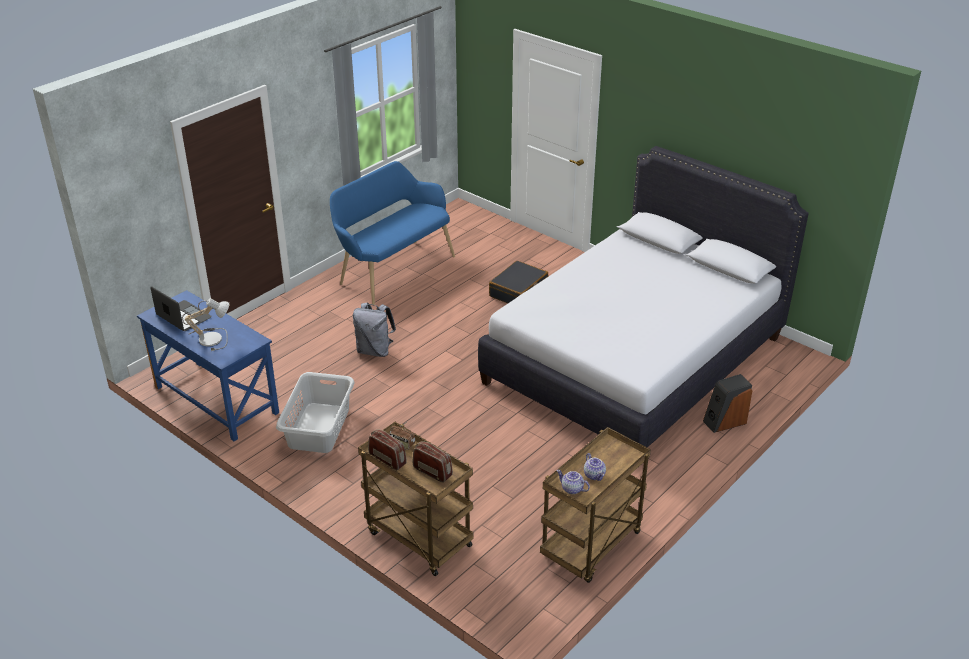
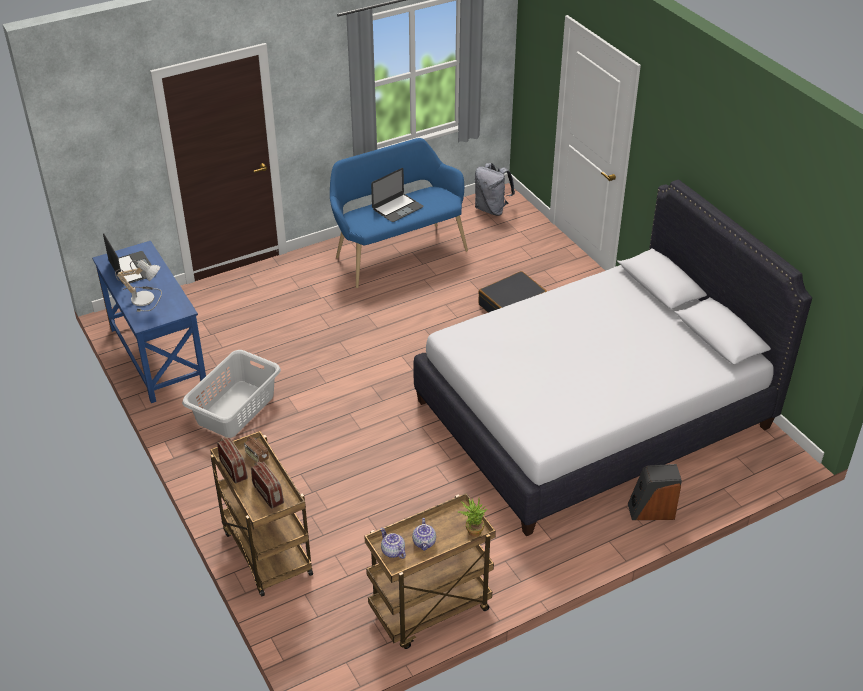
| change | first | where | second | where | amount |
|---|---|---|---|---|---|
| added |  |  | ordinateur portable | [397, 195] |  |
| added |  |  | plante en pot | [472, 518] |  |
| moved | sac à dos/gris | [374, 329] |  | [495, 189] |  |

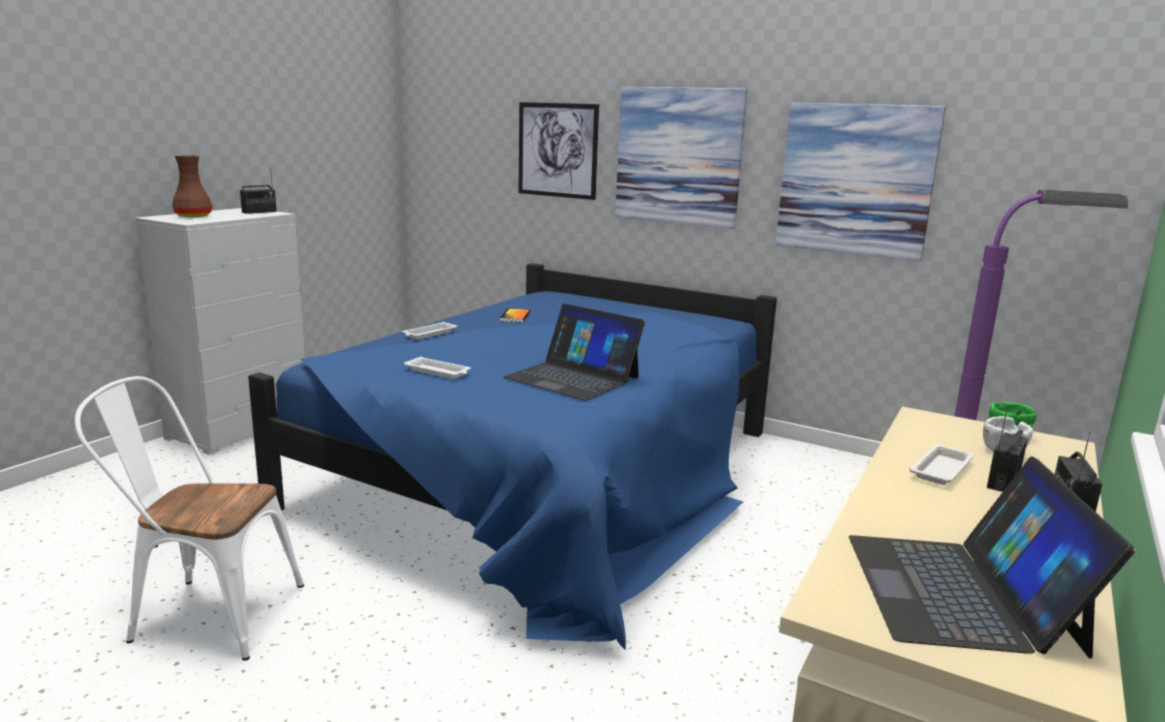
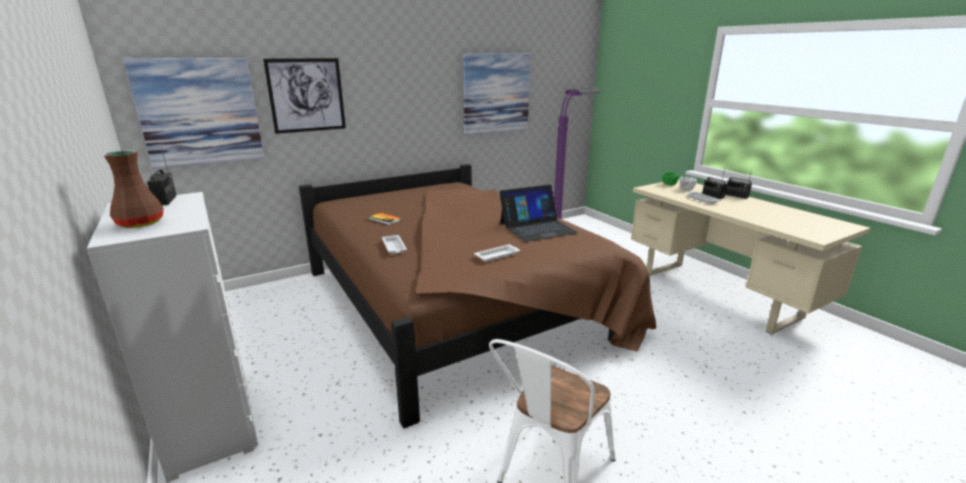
| change | first | where | second | where | amount |
|---|---|---|---|---|---|
| removed | ordinateur portable | [992, 558] |  |  |  |
| moved | tableau | [681, 158] |  | [193, 114] |  |
| recoloured | lit/bleu | [512, 456] | lit/marron | [477, 296] |  |

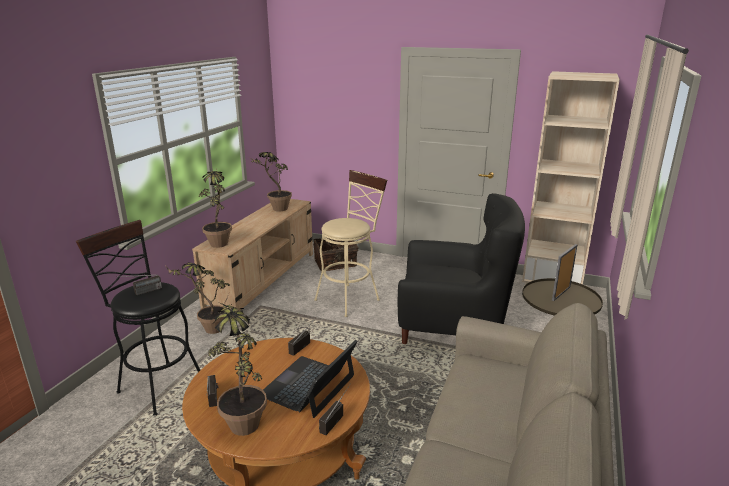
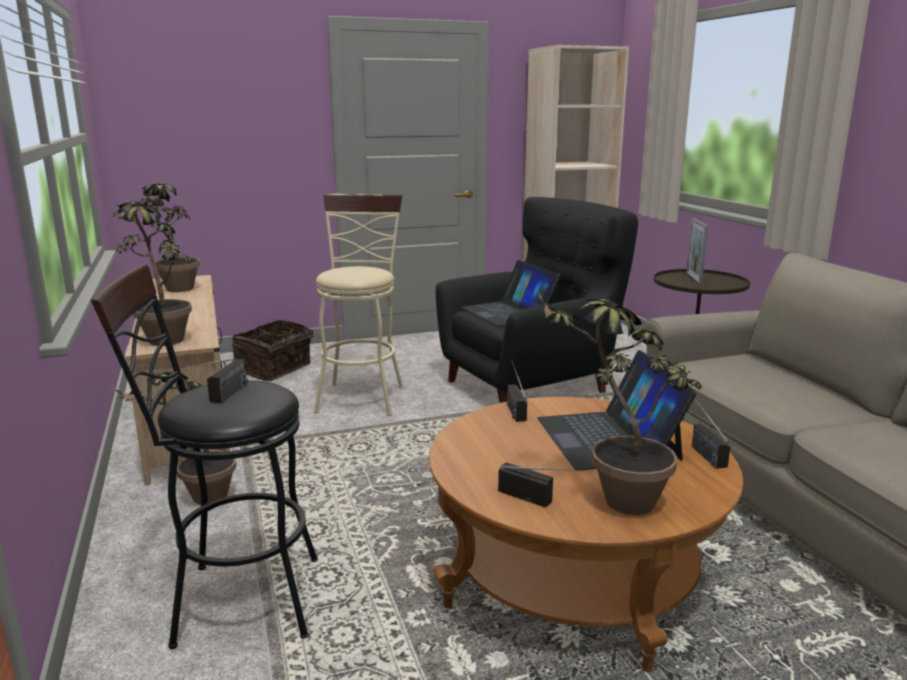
| change | first | where | second | where | amount |
|---|---|---|---|---|---|
| added |  |  | ordinateur portable | [510, 293] |  |

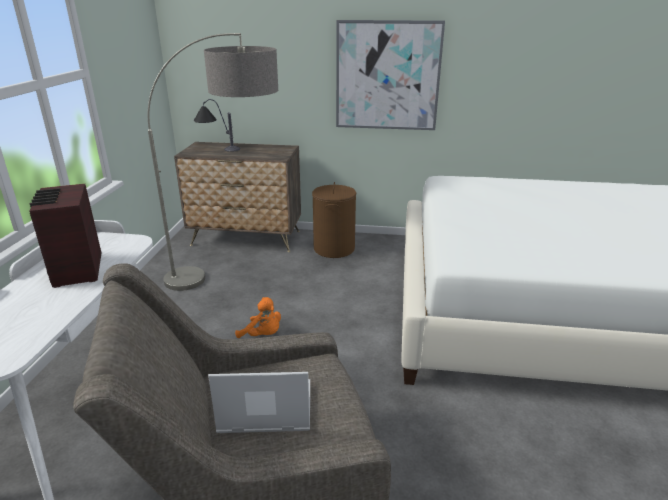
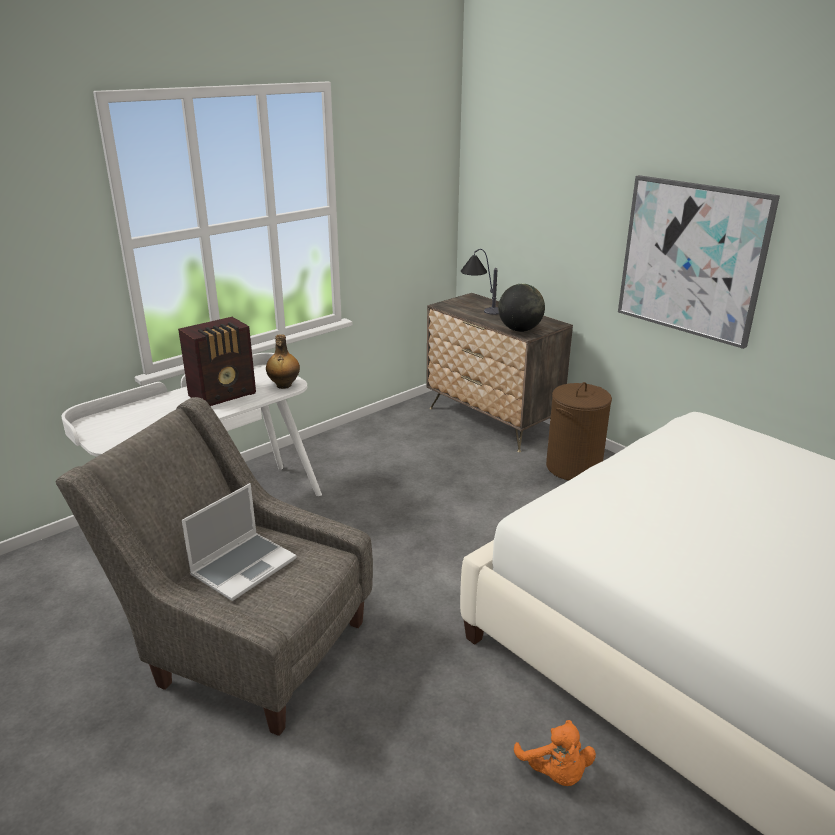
| change | first | where | second | where | amount |
|---|---|---|---|---|---|
| removed | lampadaire | [213, 162] |  |  |  |
| added |  |  | bouteille | [283, 362] |  |
| added |  |  | globe | [521, 307] |  |
| moved | peluche/orange | [258, 317] |  | [555, 753] |  |
| turned | radio | [65, 236] |  | [217, 361] | 150 degrees counterclockwise |
| turned | ordinateur portable | [259, 402] |  | [239, 542] | 90 degrees clockwise |

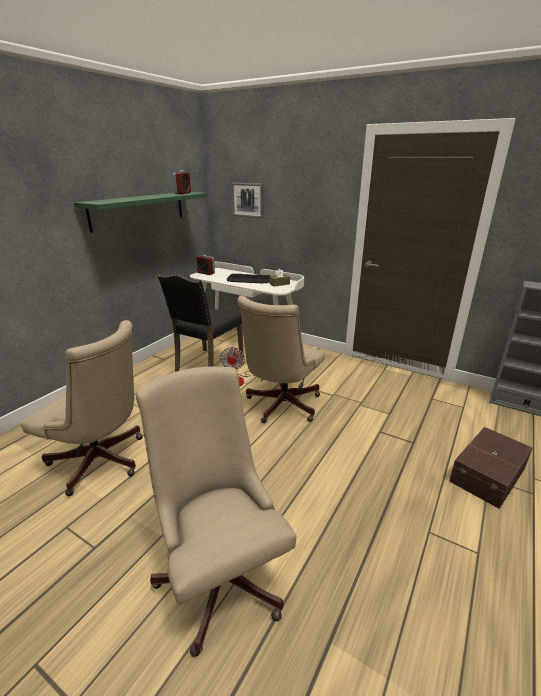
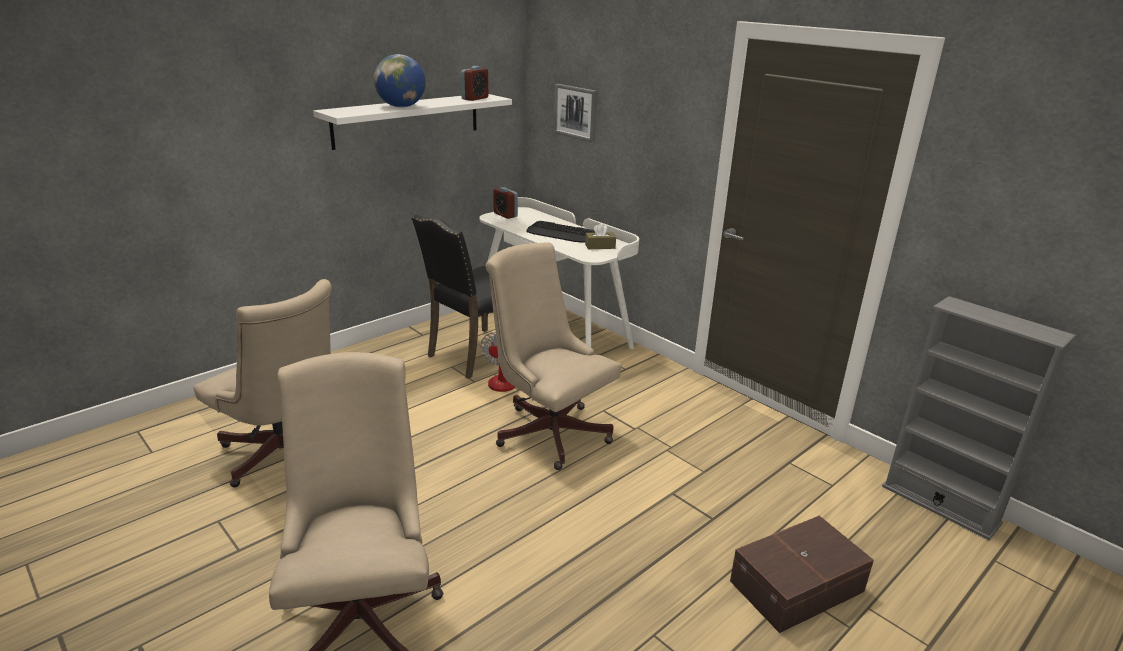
| change | first | where | second | where | amount |
|---|---|---|---|---|---|
| added |  |  | globe | [399, 80] |  |
| recoloured | étagère/vert | [140, 212] | étagère/blanc | [412, 122] |  |
| turned | chaise de bureau/beige | [281, 359] |  | [553, 356] | 90 degrees clockwise |

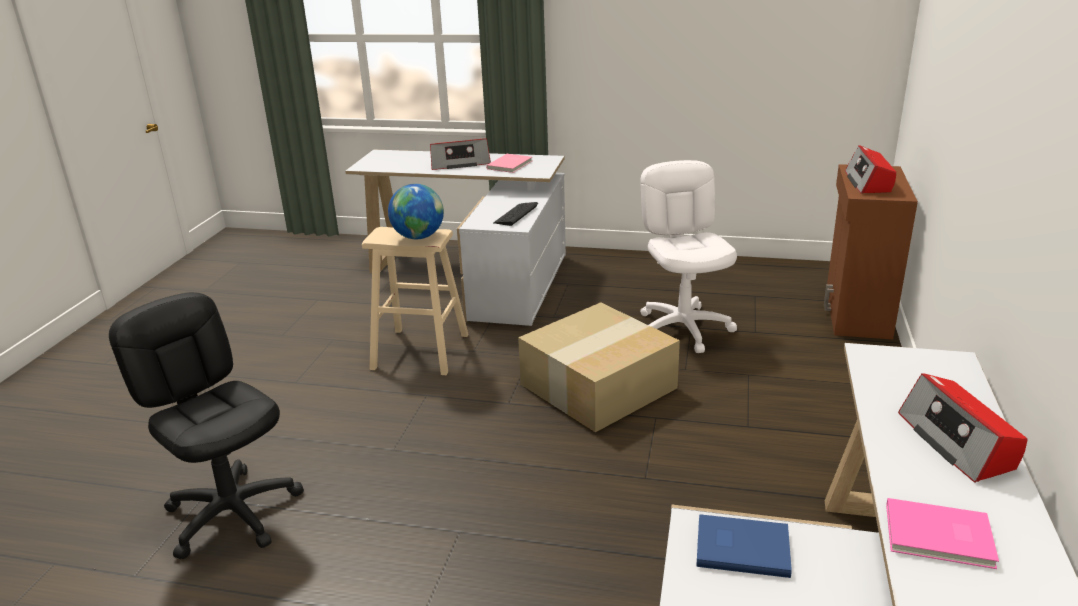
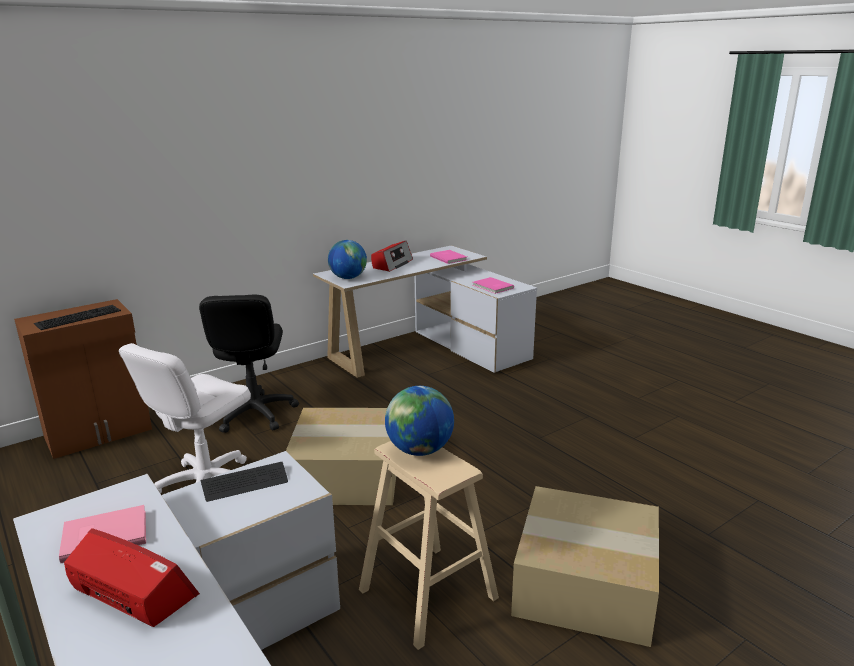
| change | first | where | second | where | amount |
|---|---|---|---|---|---|
| added |  |  | globe | [347, 259] |  |
| added |  |  | carton | [585, 566] |  |
| moved | chaise de bureau/noir | [206, 426] |  | [249, 364] |  |
| replaced | radio | [870, 169] | clavier | [77, 317] |  |
| recoloured | livre/bleu | [744, 546] | livre/rose | [493, 285] |  |

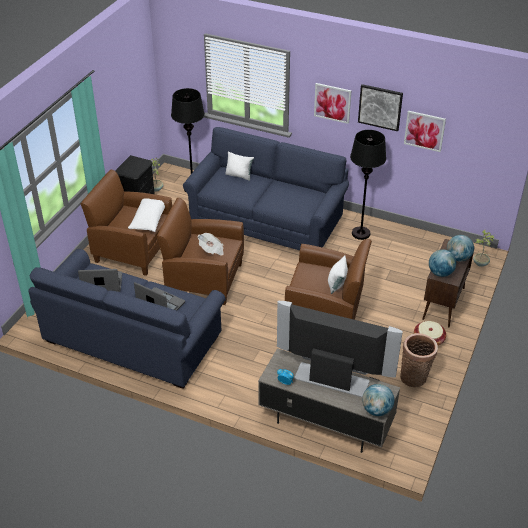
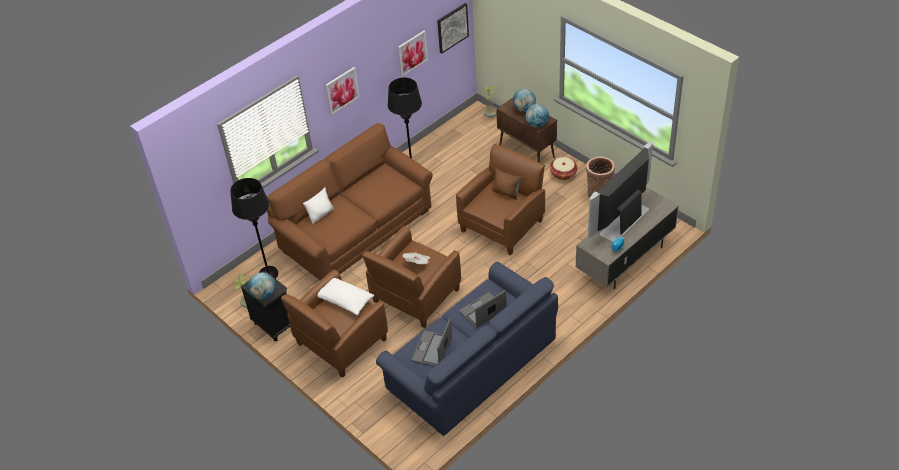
| change | first | where | second | where | amount |
|---|---|---|---|---|---|
| moved | tableau | [380, 107] |  | [453, 28] |  |
| moved | globe | [378, 400] |  | [261, 285] |  |
| recoloured | canapé/bleu | [266, 188] | canapé/marron | [350, 202] |  |
| recoloured | coussin/blanc | [338, 274] | coussin/marron | [507, 184] |  |

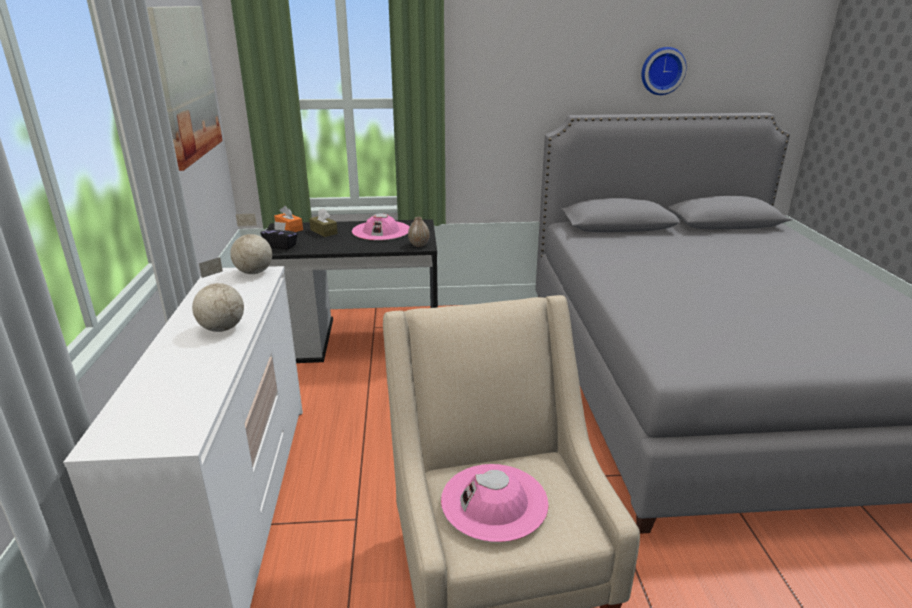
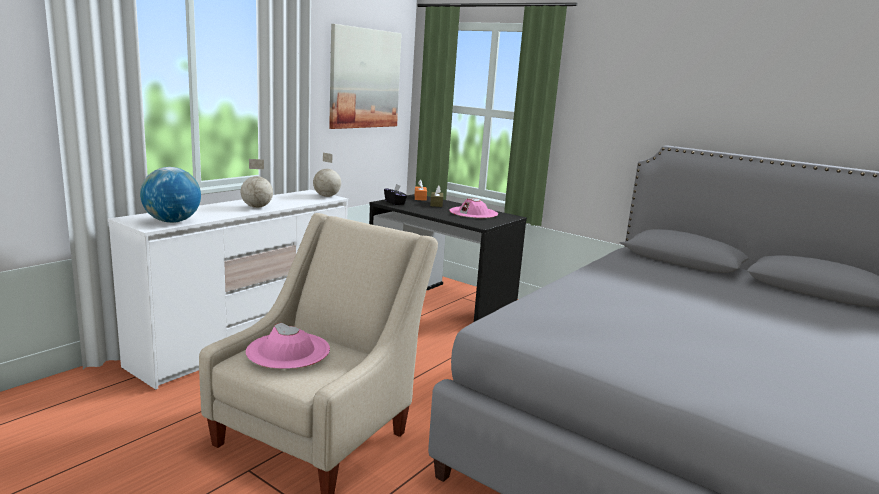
| change | first | where | second | where | amount |
|---|---|---|---|---|---|
| removed | vase | [419, 232] |  |  |  |
| removed | horloge murale | [664, 71] |  |  |  |
| added |  |  | globe | [170, 195] |  |

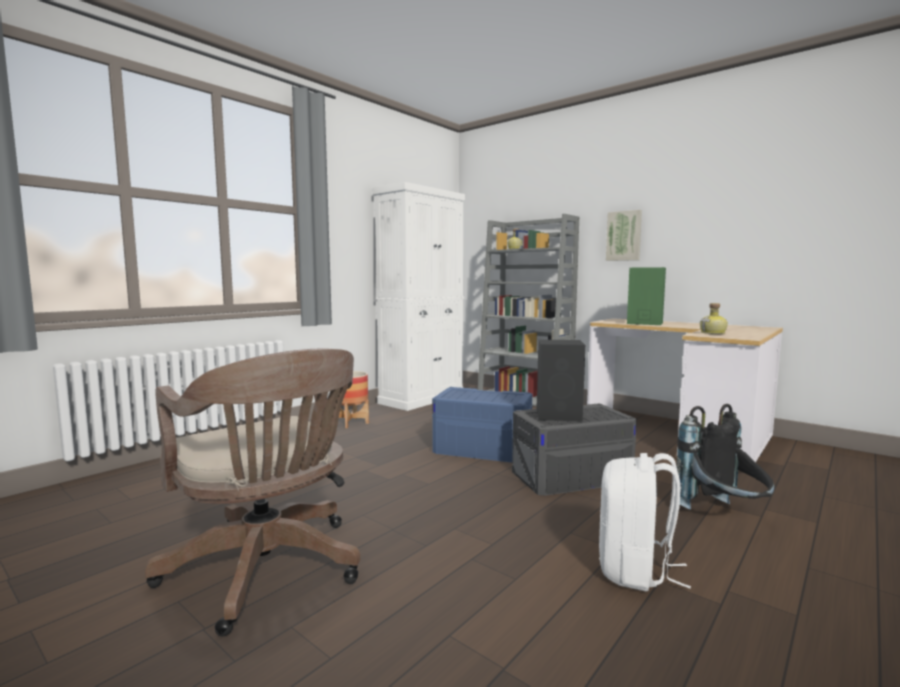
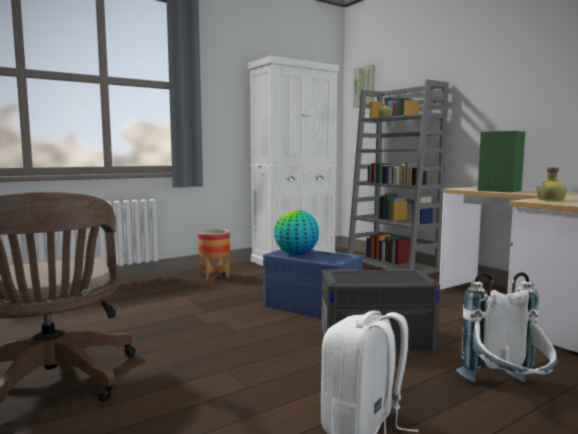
| change | first | where | second | where | amount |
|---|---|---|---|---|---|
| removed | enceinte/noir | [561, 380] |  |  |  |
| added |  |  | globe | [296, 232] |  |
| moved | tableau | [624, 235] |  | [364, 86] |  |
| recoloured | sac à dos/noir | [725, 457] | sac à dos/blanc | [507, 327] |  |

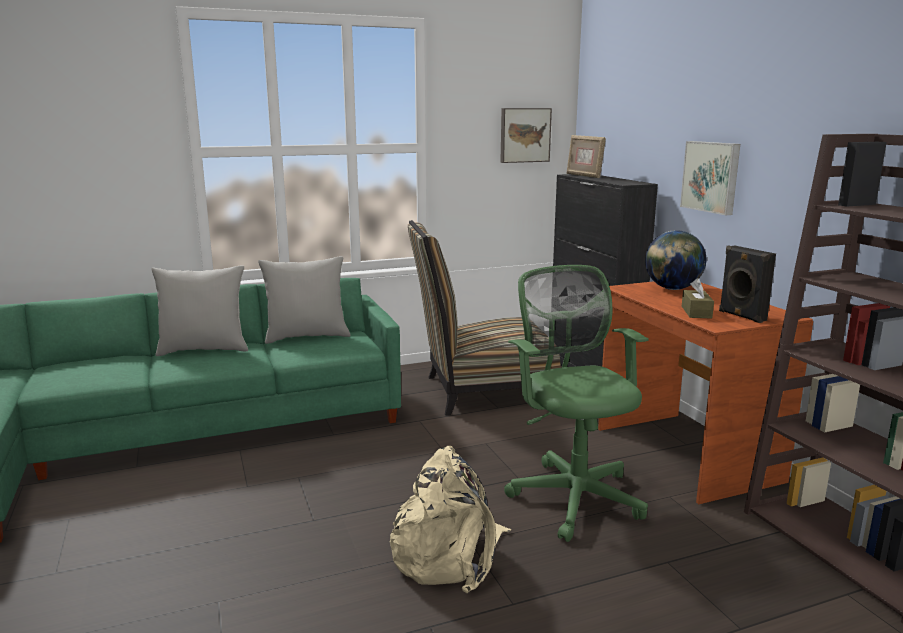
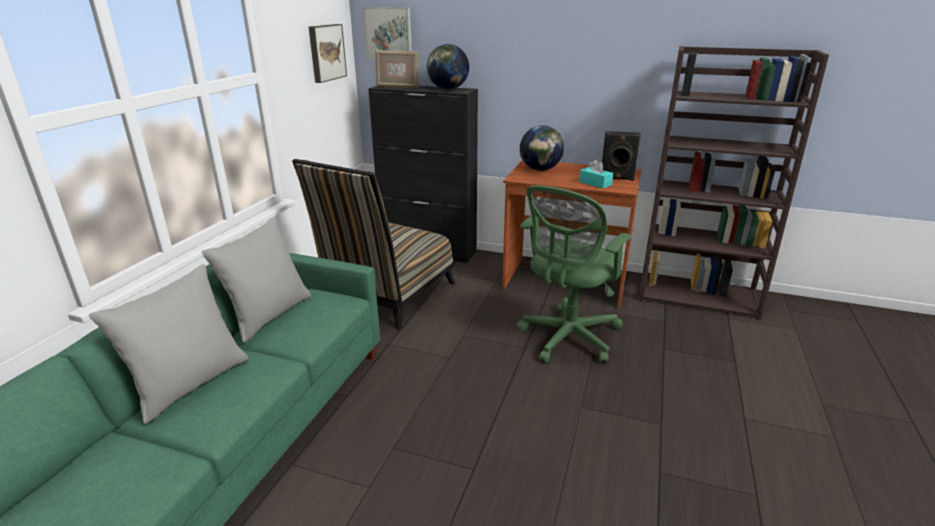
| change | first | where | second | where | amount |
|---|---|---|---|---|---|
| removed | sac à dos/beige | [451, 519] |  |  |  |
| added |  |  | globe | [448, 67] |  |
| moved | tableau | [710, 178] |  | [387, 33] |  |
| recoloured | boîte à mouchoirs/marron | [698, 298] | boîte à mouchoirs/turquoise | [596, 173] |  |
| turned | chaise de bureau/vert | [576, 403] |  | [574, 274] | 75 degrees counterclockwise |

